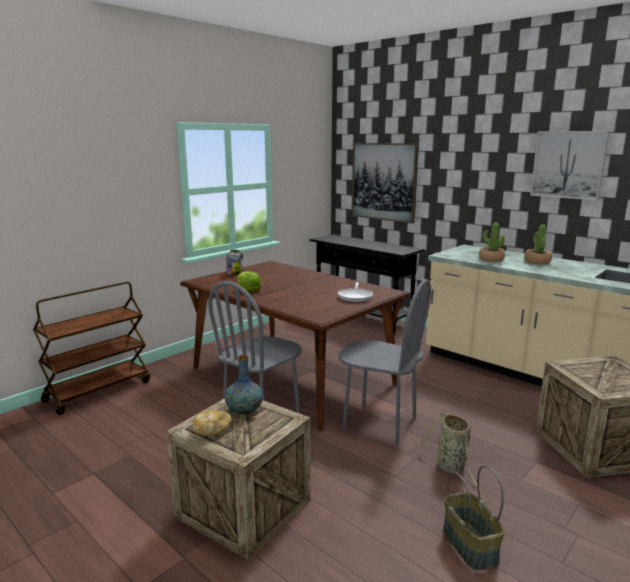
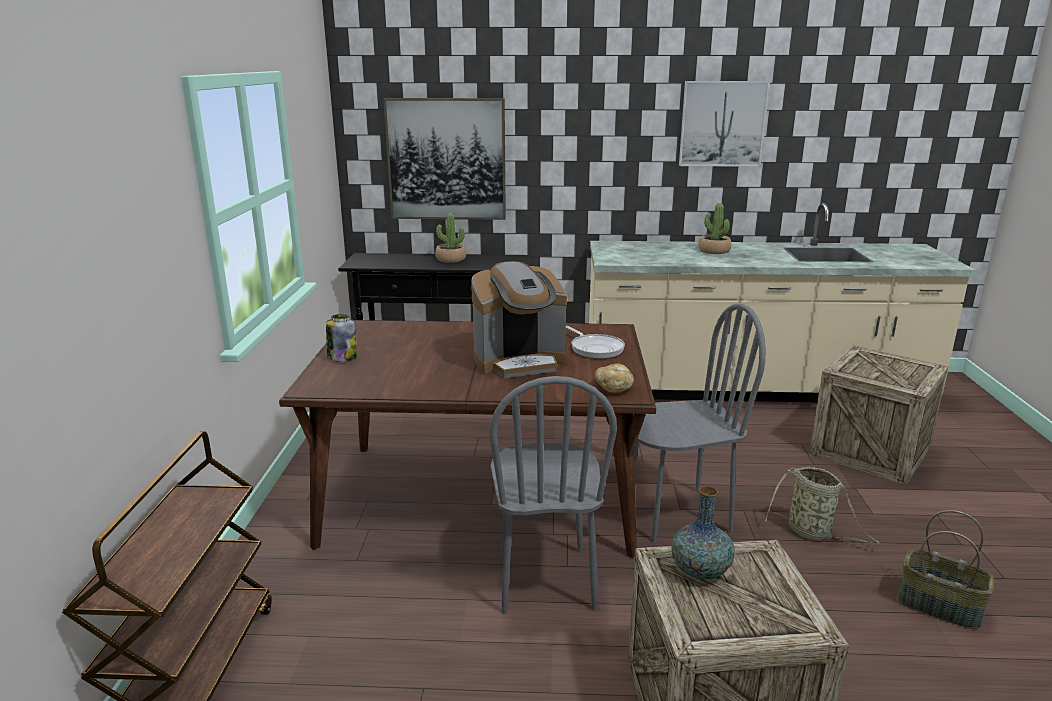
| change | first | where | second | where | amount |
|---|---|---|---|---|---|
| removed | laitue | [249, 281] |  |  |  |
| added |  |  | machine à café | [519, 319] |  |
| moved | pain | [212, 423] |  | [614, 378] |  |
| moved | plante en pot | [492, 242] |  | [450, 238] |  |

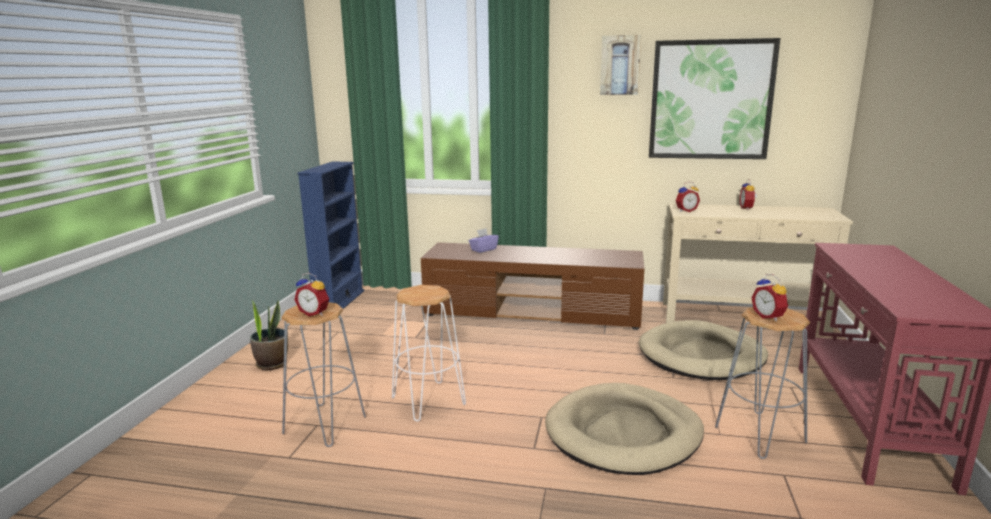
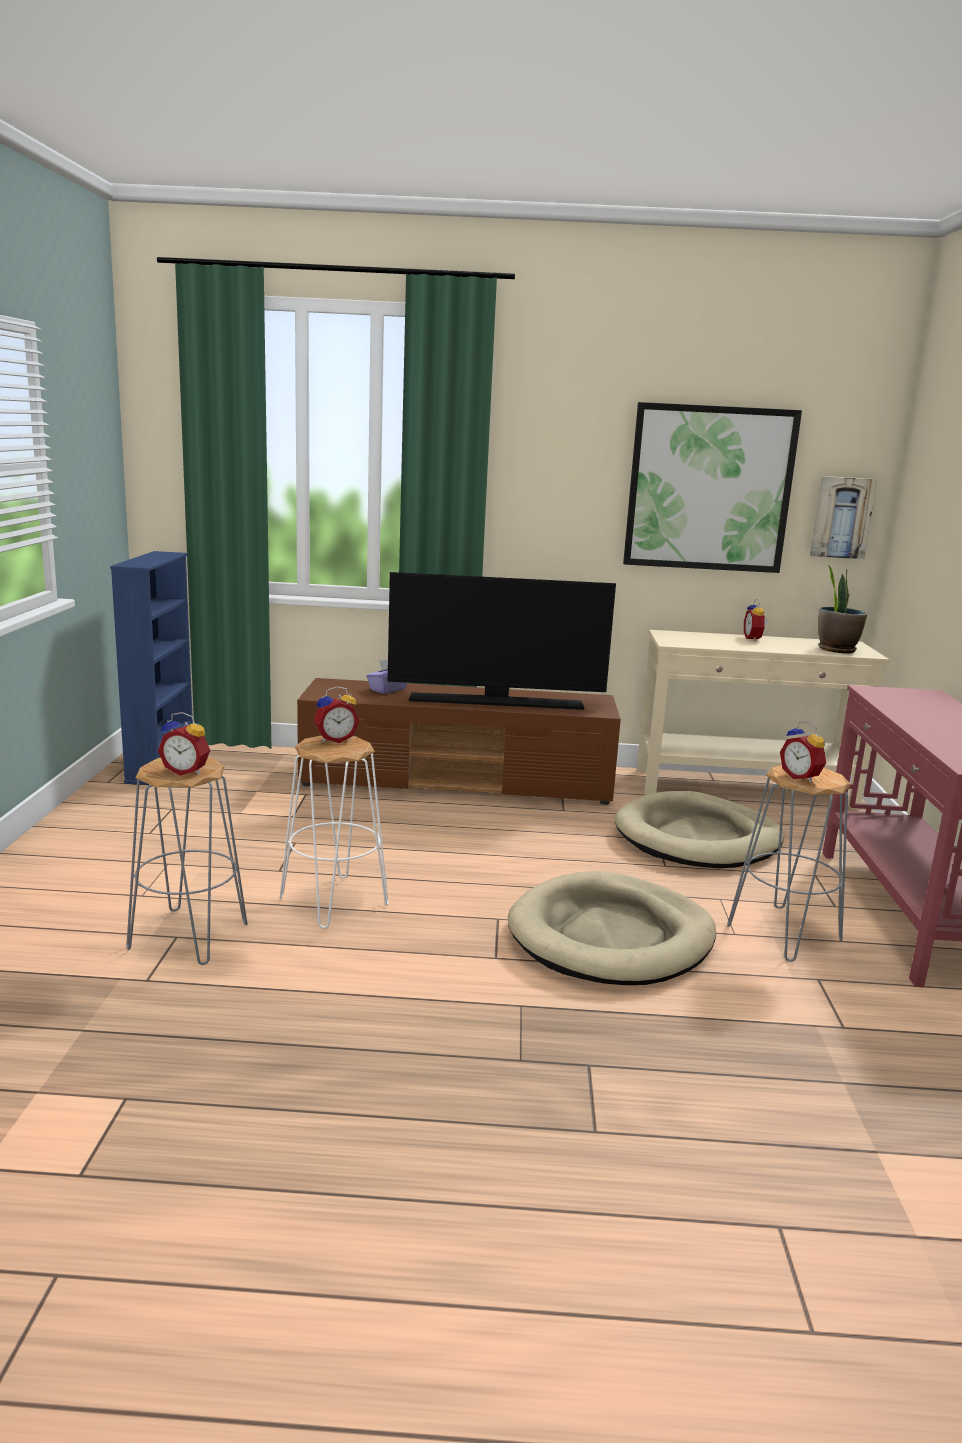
| change | first | where | second | where | amount |
|---|---|---|---|---|---|
| added |  |  | téléviseur | [502, 641] |  |
| moved | plante en pot | [269, 335] |  | [842, 609] |  |
| moved | tableau | [620, 65] |  | [843, 517] |  |
| moved | réveil | [687, 197] |  | [336, 714] |  |

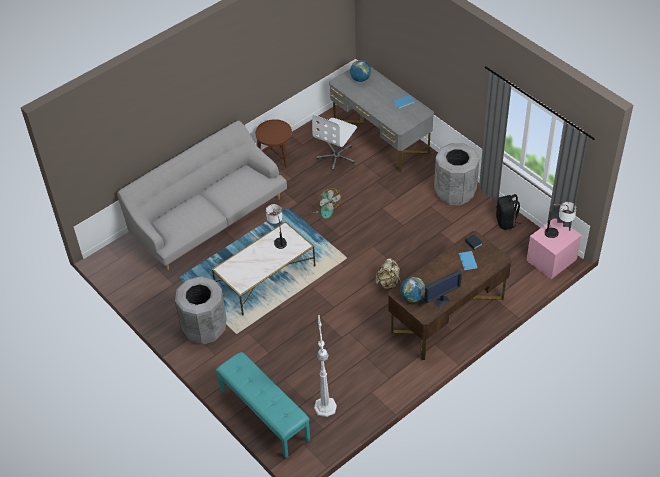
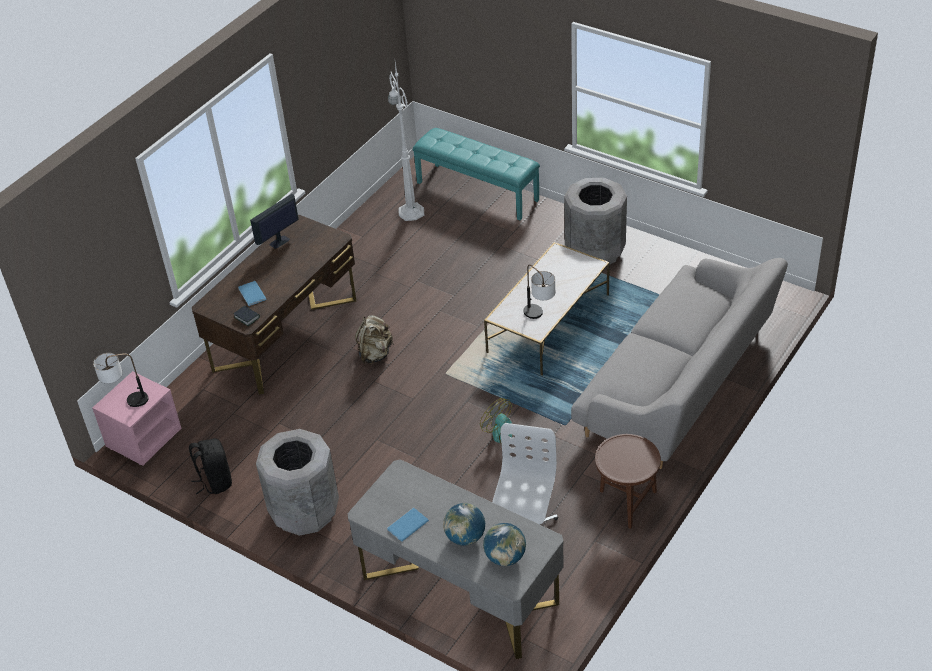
| change | first | where | second | where | amount |
|---|---|---|---|---|---|
| moved | globe | [412, 290] |  | [464, 524] |  |

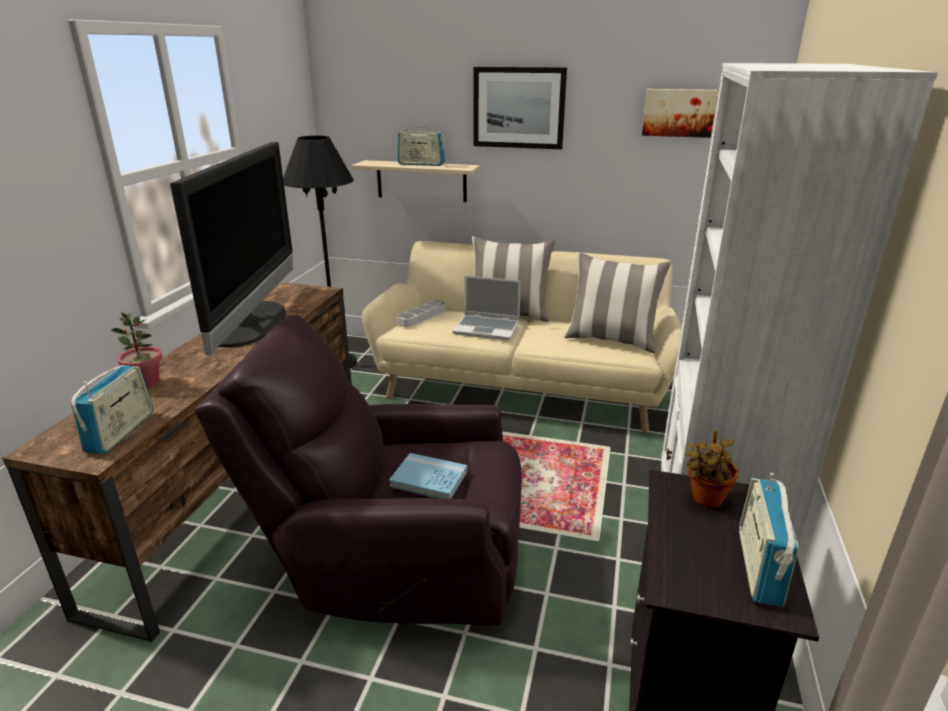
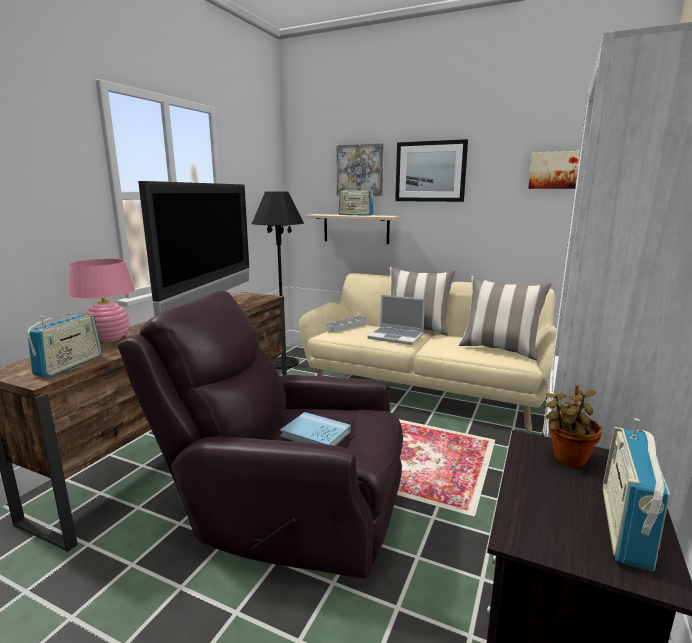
| change | first | where | second | where | amount |
|---|---|---|---|---|---|
| added |  |  | tableau | [360, 169] |  |
| replaced | plante en pot | [136, 350] | lampe de table/rose | [101, 300] |  |

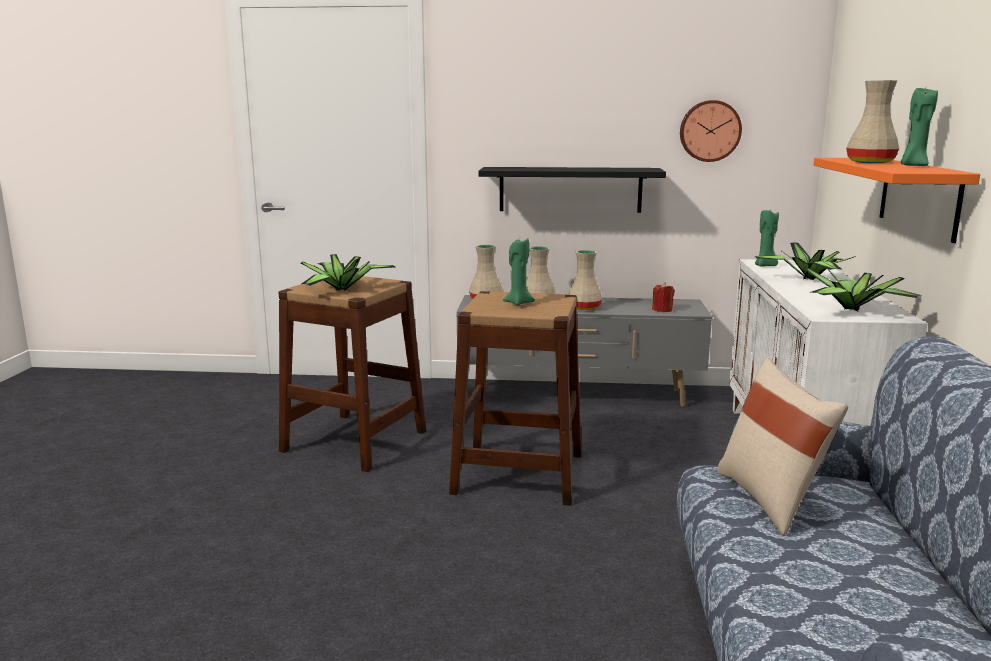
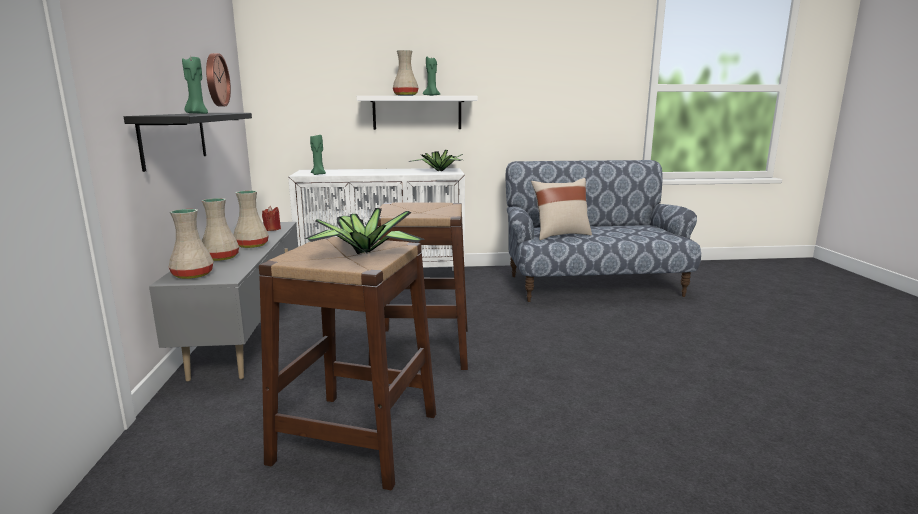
| change | first | where | second | where | amount |
|---|---|---|---|---|---|
| removed | plante en pot | [805, 261] |  |  |  |
| moved | bougie/vert | [519, 271] |  | [195, 84] |  |
| recoloured | étagère/orange | [896, 200] | étagère/blanc | [417, 113] |  |

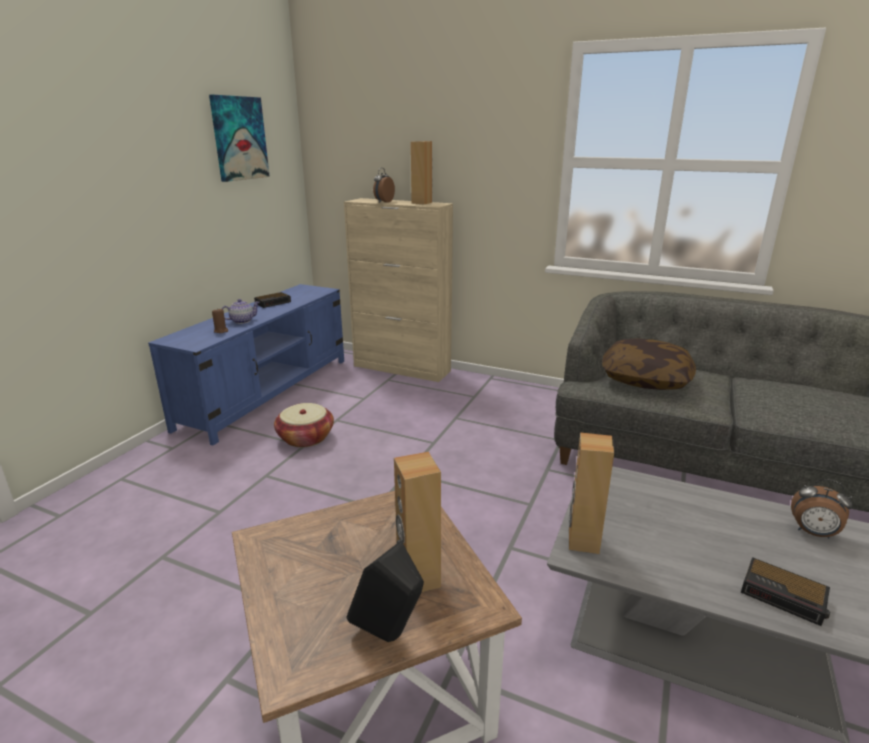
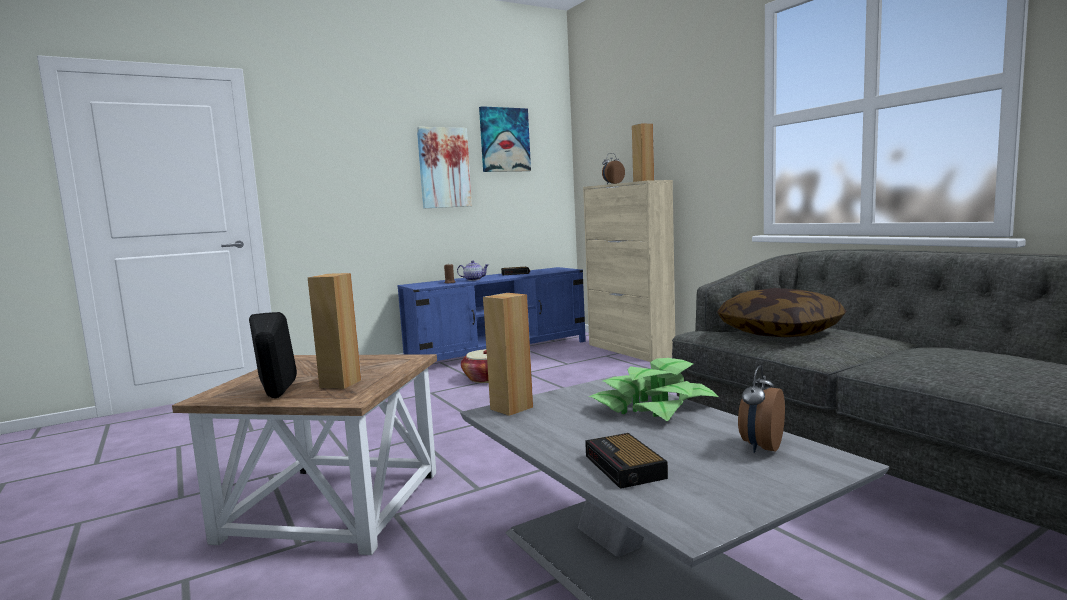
| change | first | where | second | where | amount |
|---|---|---|---|---|---|
| added |  |  | tableau | [444, 167] |  |
| added |  |  | plante en pot | [653, 390] |  |
| turned | réveil | [822, 509] |  | [761, 409] | 60 degrees clockwise |

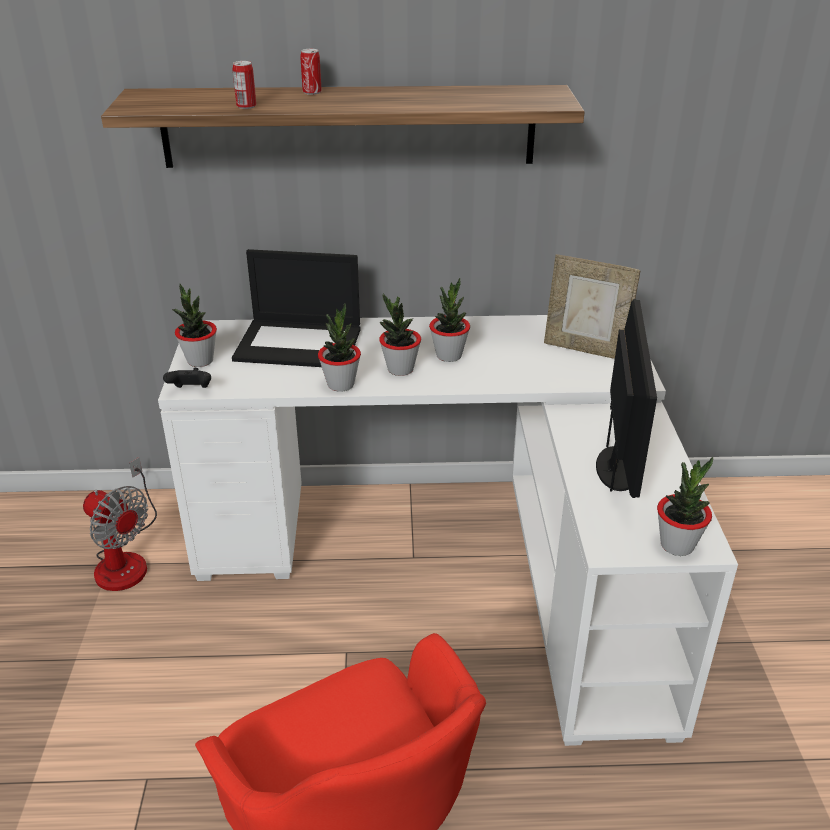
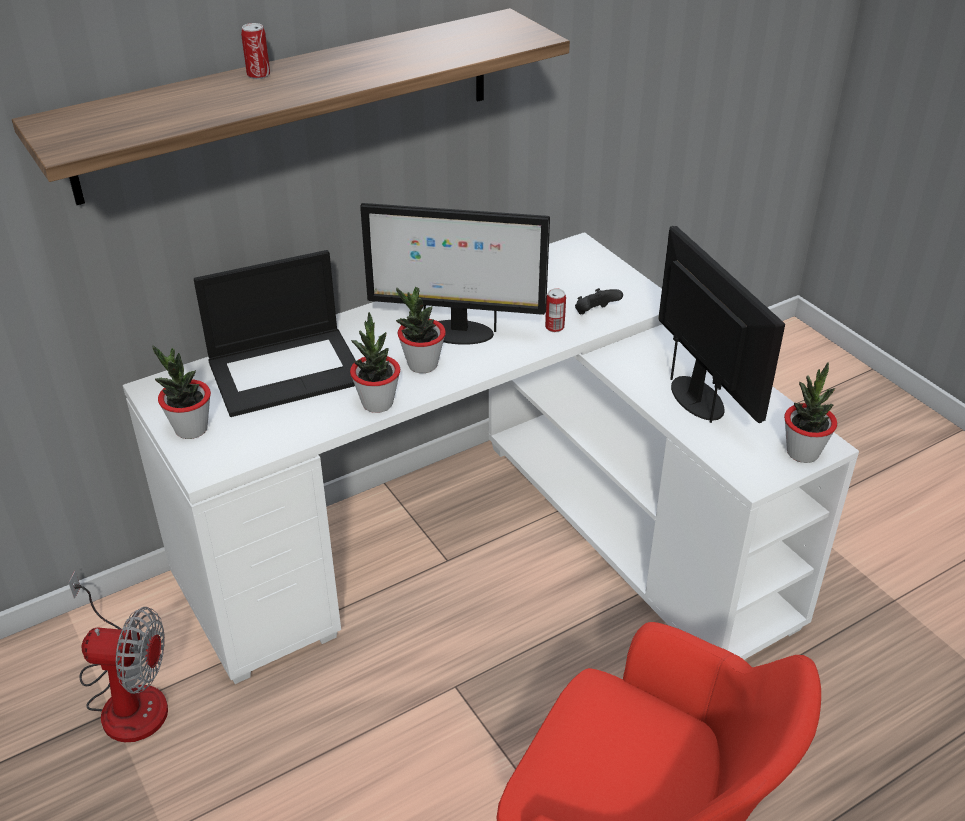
| change | first | where | second | where | amount |
|---|---|---|---|---|---|
| removed | cadre photo | [592, 306] |  |  |  |
| moved | manette/noir | [187, 378] |  | [599, 301] |  |
| moved | boîte métallique | [244, 85] |  | [555, 310] |  |
| replaced | plante en pot | [449, 320] | écran d'ordinateur | [455, 274] |  |

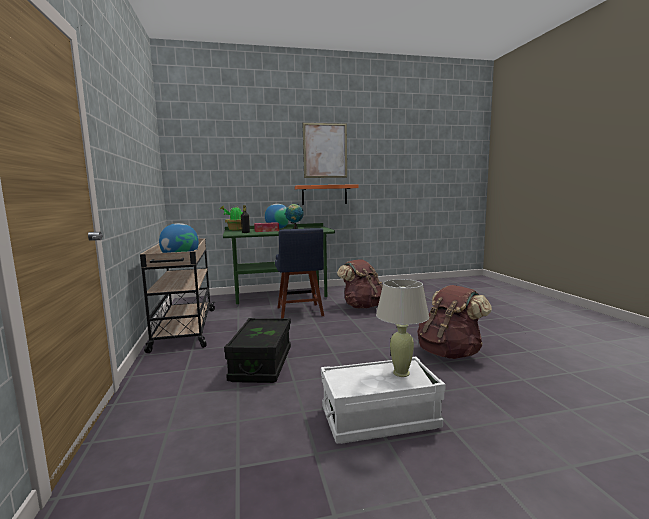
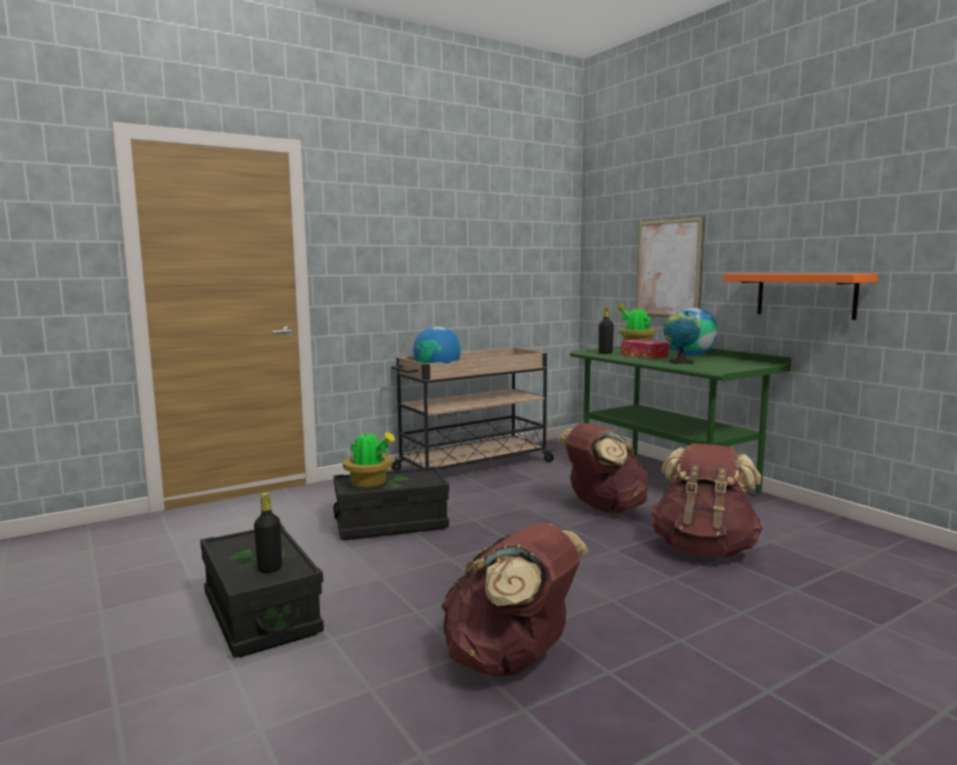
| change | first | where | second | where | amount |
|---|---|---|---|---|---|
| added |  |  | plante en pot | [369, 458] |  |
| moved | tableau | [324, 150] |  | [670, 267] |  |
| replaced | chaise/bleu | [299, 273] | sac à dos/marron | [602, 468] |  |
| replaced | lampe de table/beige | [402, 328] | bouteille/noir | [268, 533] |  |
| recoloured | boîte de rangement/blanc | [383, 400] | boîte de rangement/noir | [262, 590] |  |

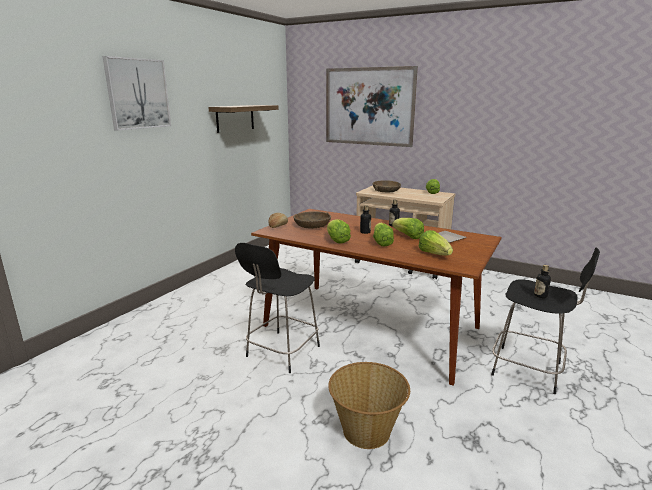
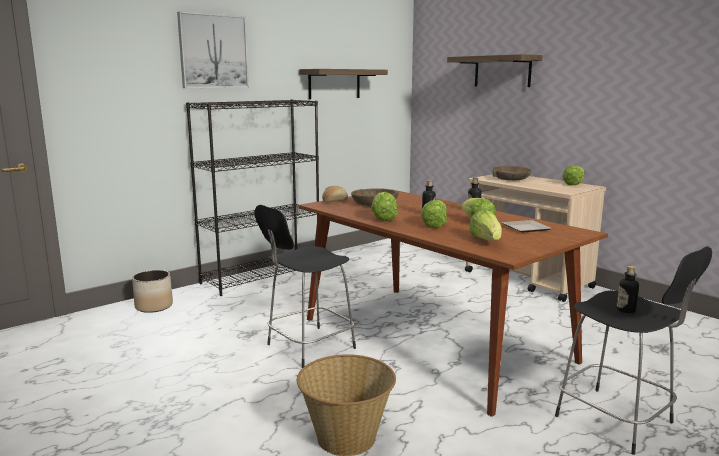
| change | first | where | second | where | amount |
|---|---|---|---|---|---|
| added |  |  | cache-pot | [152, 291] |  |
| added |  |  | bibliothèque/noir | [252, 197] |  |
| replaced | tableau | [372, 106] | étagère | [495, 70] |  |

